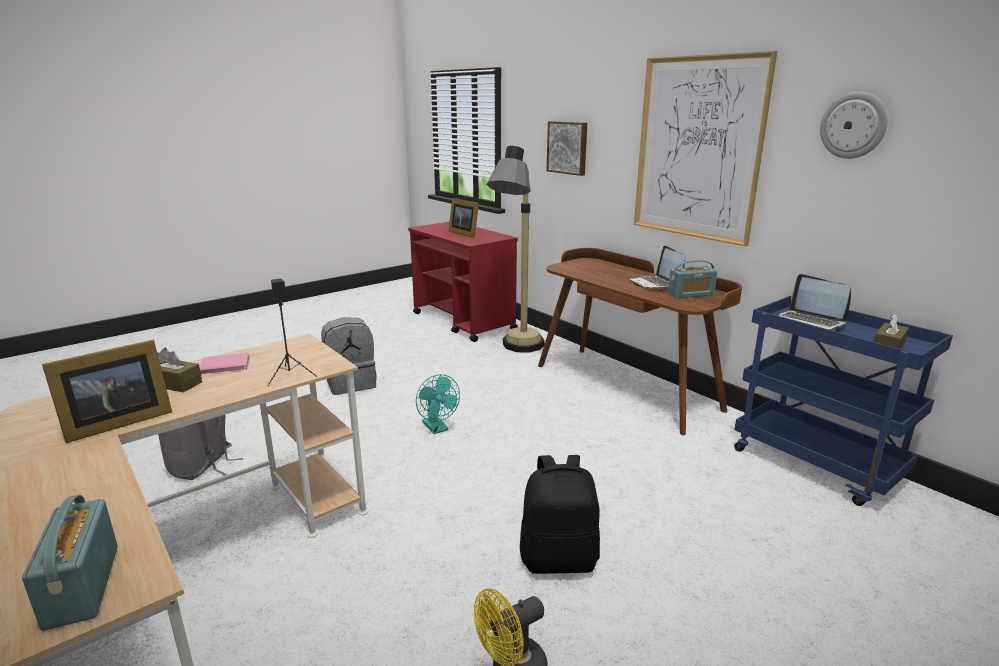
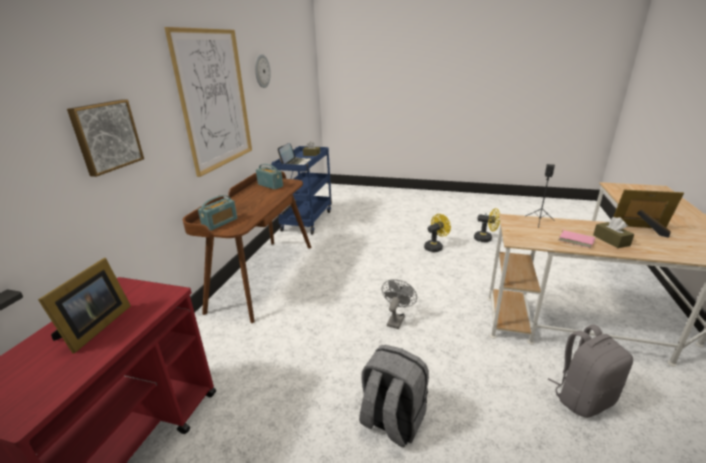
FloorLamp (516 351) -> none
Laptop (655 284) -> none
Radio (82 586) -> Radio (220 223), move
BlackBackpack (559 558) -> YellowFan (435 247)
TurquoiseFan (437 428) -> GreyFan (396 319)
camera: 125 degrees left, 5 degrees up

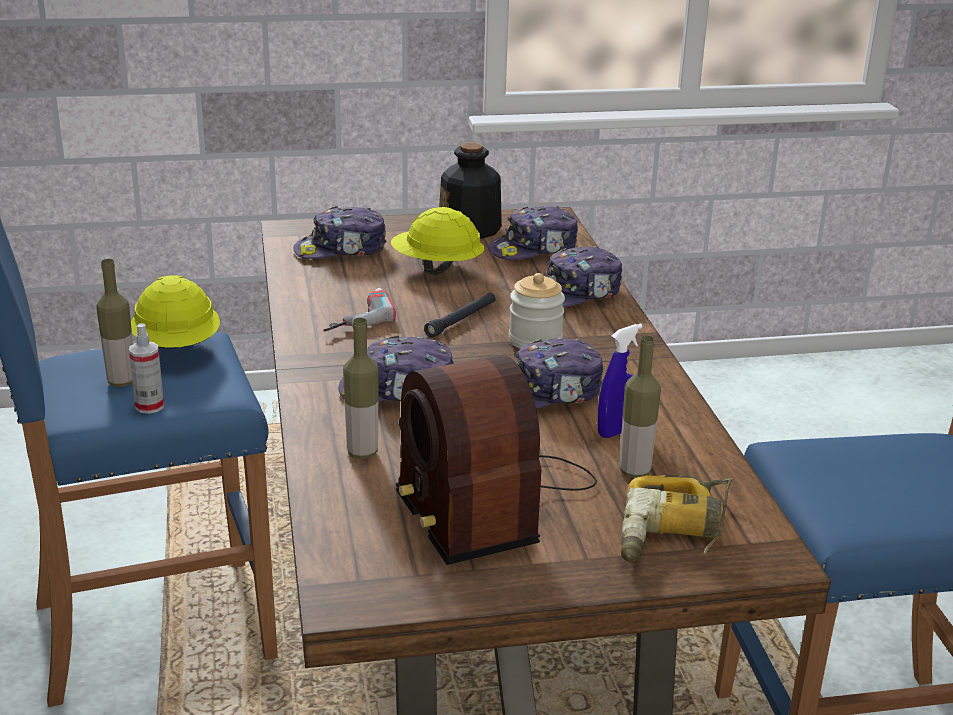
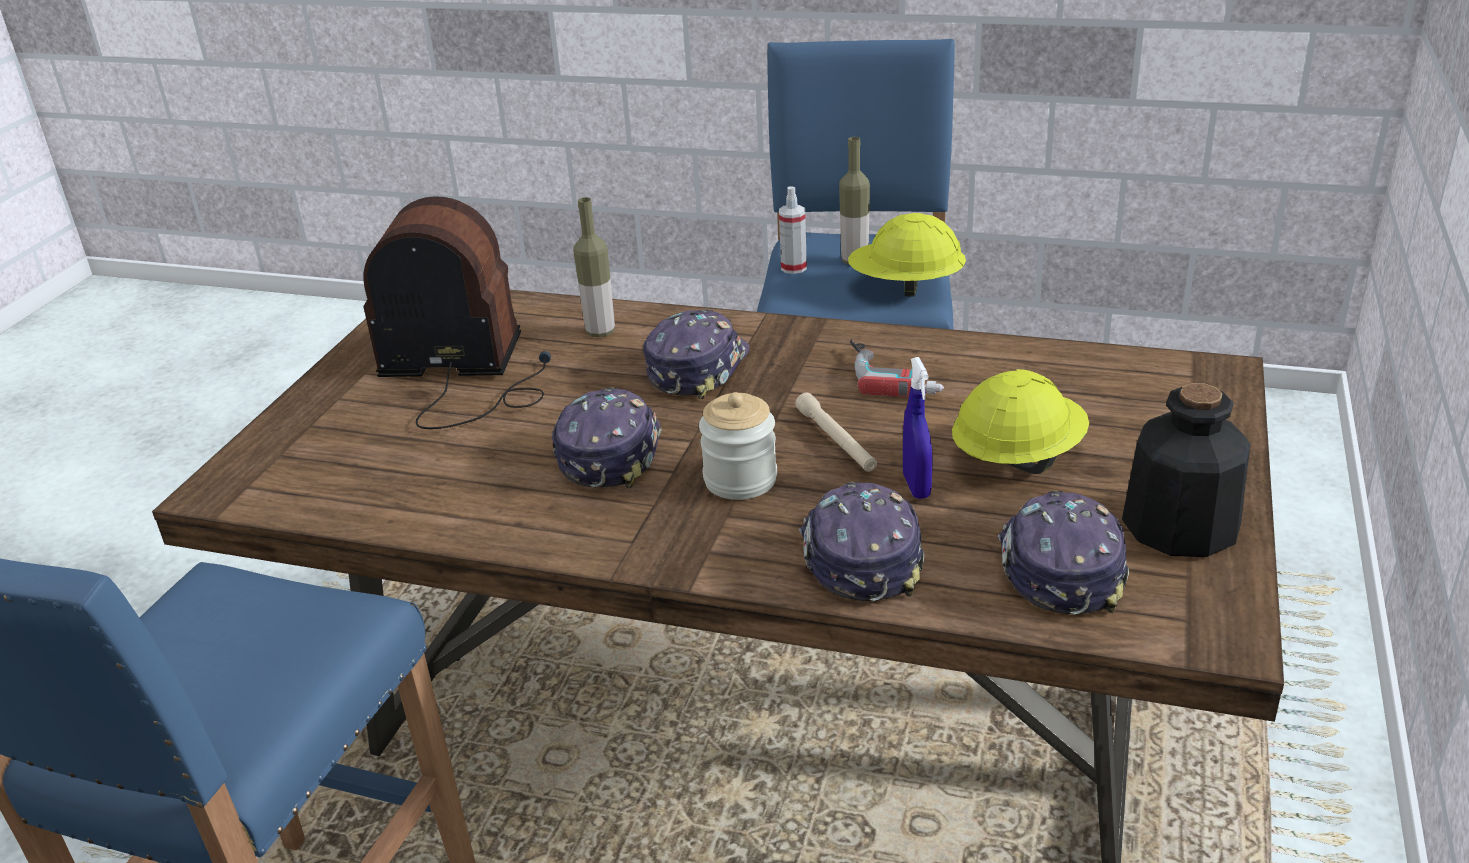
Cap (341 250) -> none
Bottle (634 471) -> none
PowerDrill (674 533) -> none
BlueSprayBottle (617 431) -> BlueSprayBottle (916 486), move
BlackFlashlight (461 320) -> BeigeFlashlight (836 441)
camera: 120 degrees right, 5 degrees up

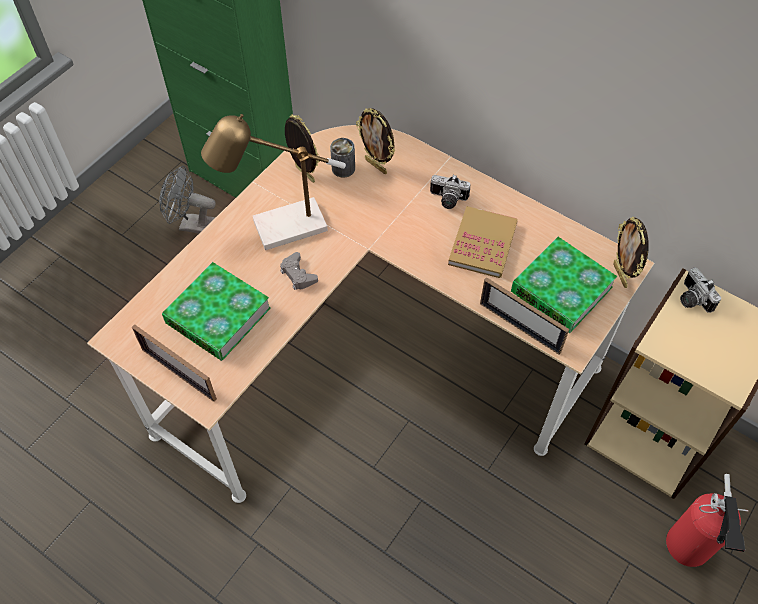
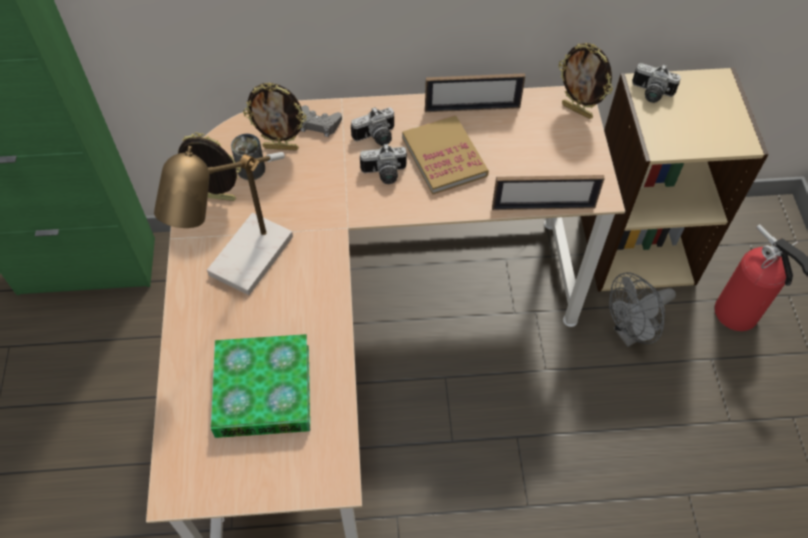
Book (561 289) -> none
none -> PhotoCamera (384 174)
PictureFrame (178 374) -> PictureFrame (472 108), move
GreyFan (191 225) -> GreyFan (631 333), move
GreyGameController (298 274) -> GreyGameController (318 124), move
camera: 40 degrees left, 0 degrees up

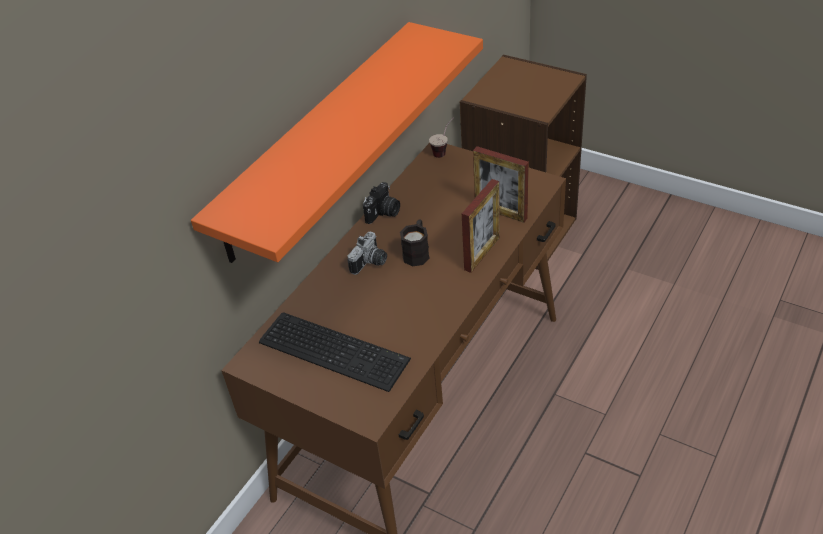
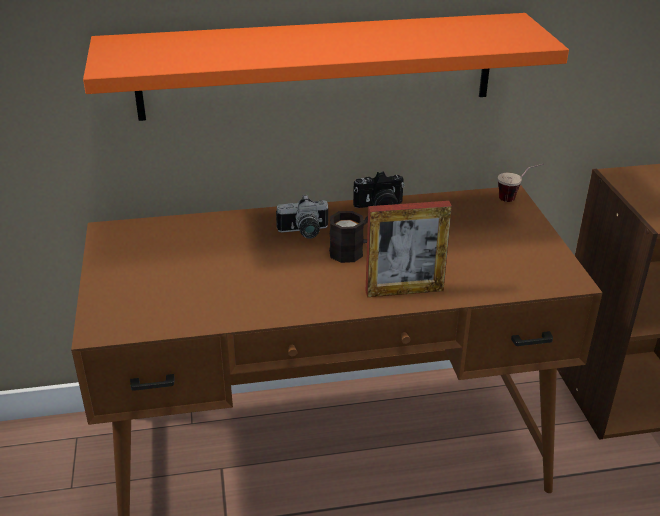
Keyboard (333 348) -> none
PictureFrame (501 212) -> none
camera: 45 degrees right, 10 degrees down

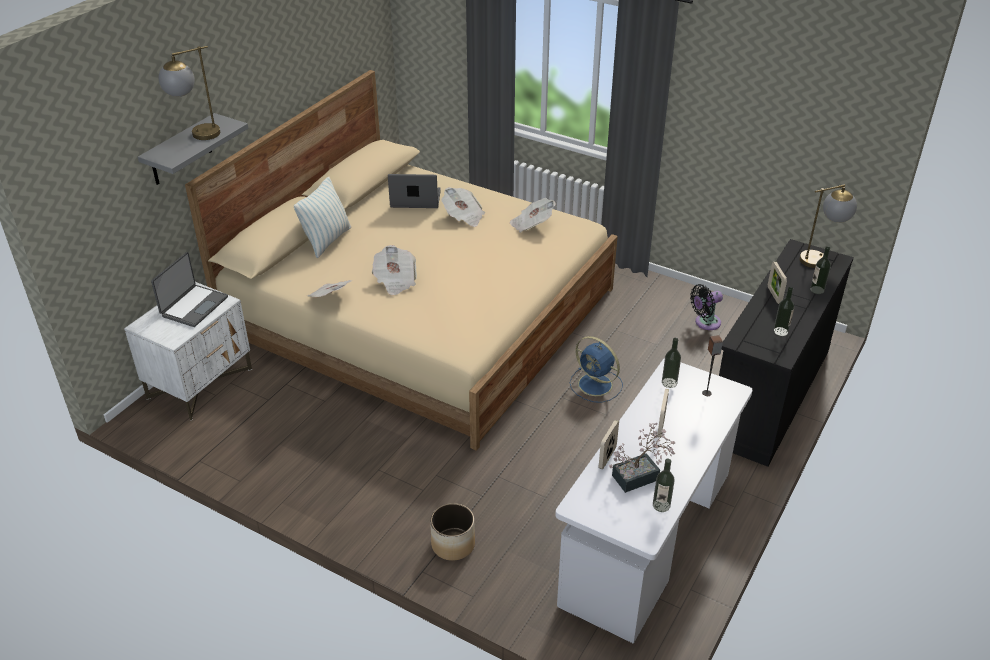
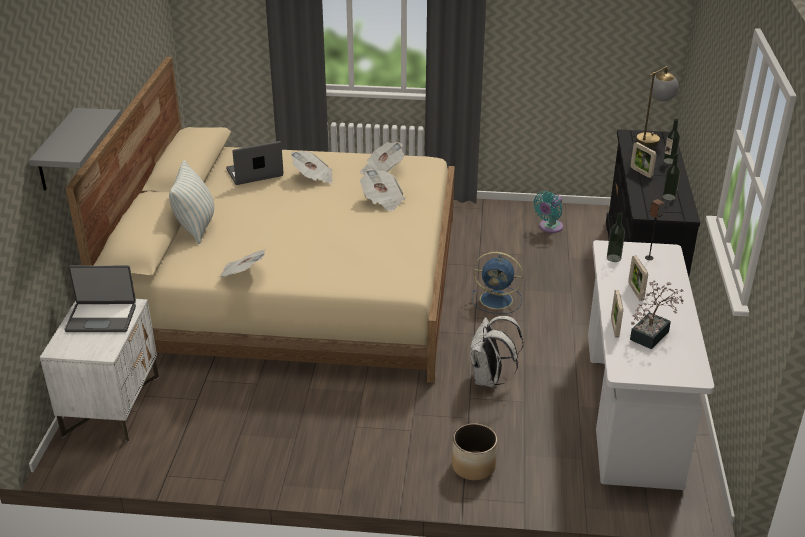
TableLamp (196 136) -> none
Bottle (661 505) -> none
none -> WhiteBackpack (489 379)
Newspaper (395 281) -> Newspaper (382 200), move
BlackFan (705 323) -> TurquoiseFan (549 227)
Laptop (193 306) -> Laptop (102 317), 90 degrees clockwise
camera: 25 degrees left, 5 degrees down

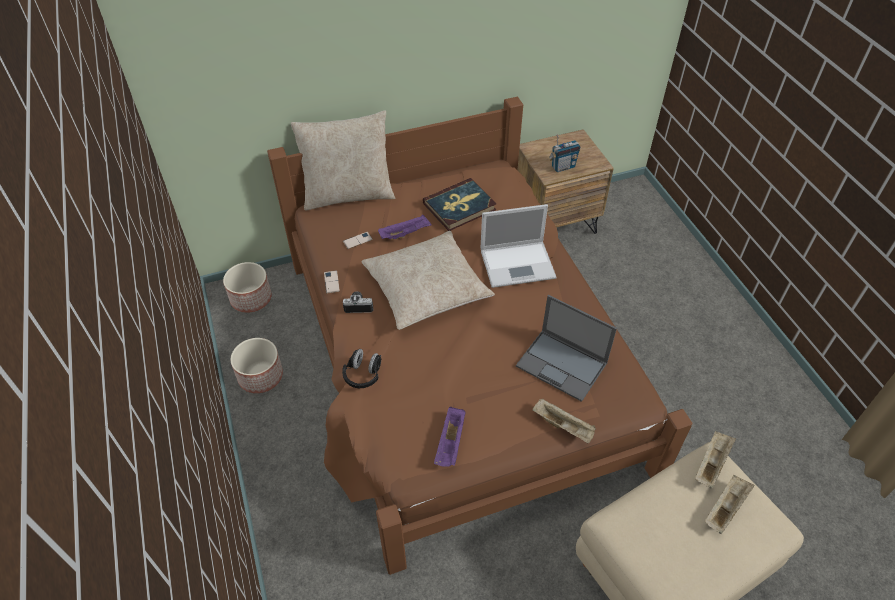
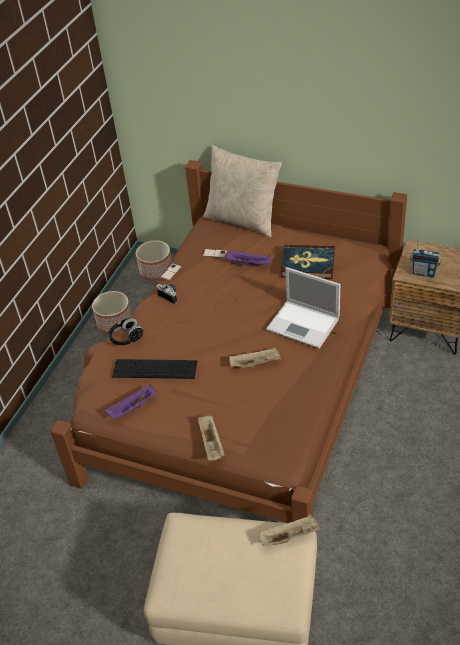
BeigePillow (426 288) -> none
Laptop (562 365) -> none
none -> Keyboard (155 369)
BeigeTray (725 508) -> BeigeTray (255 363), move
camera: 45 degrees right, 5 degrees down

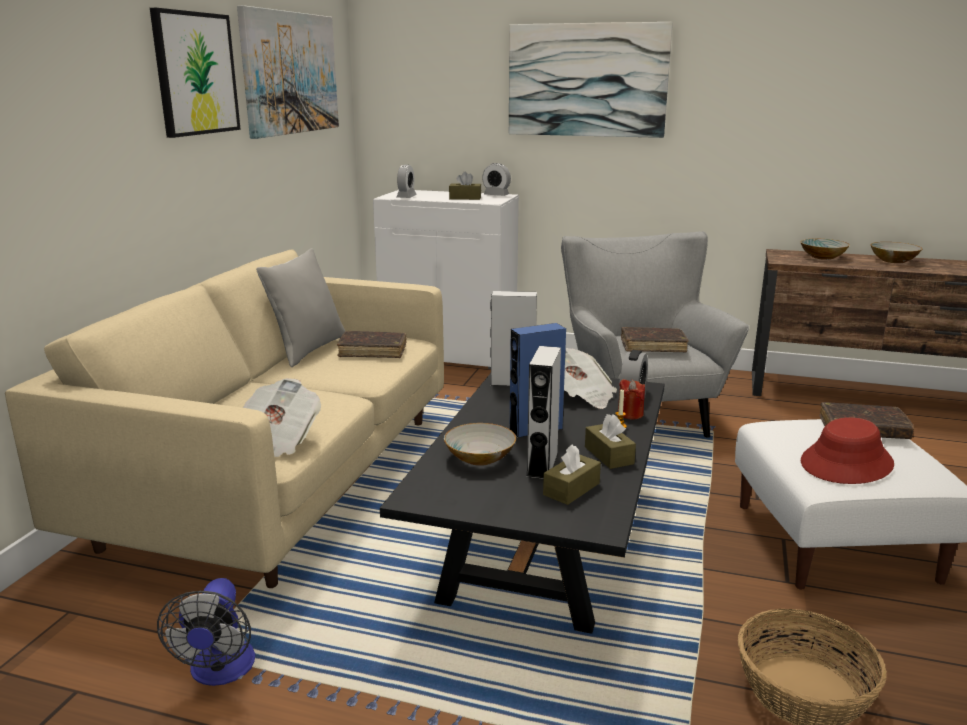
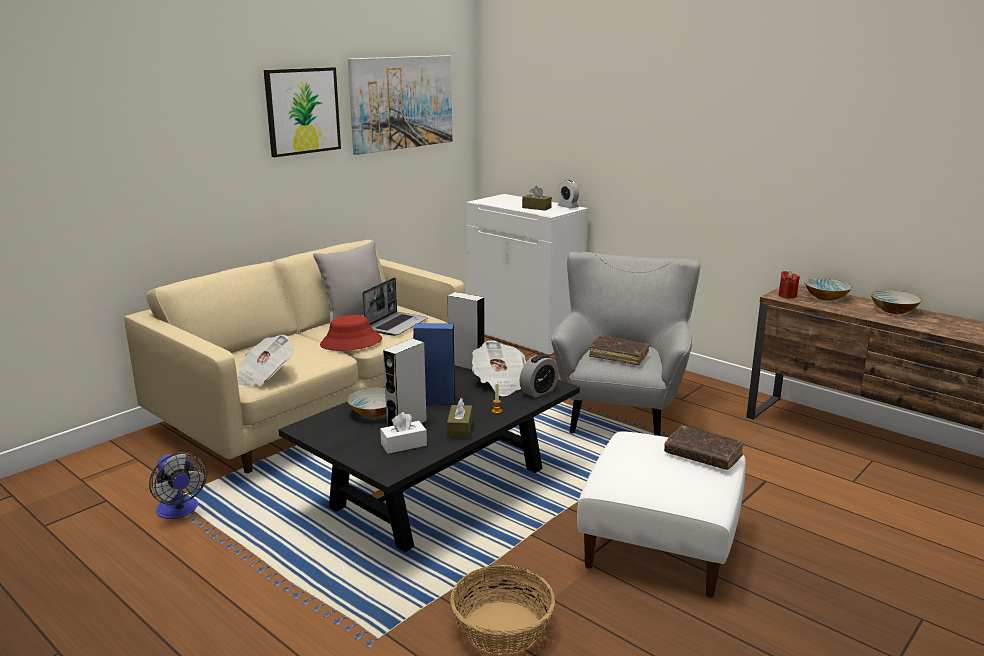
AlarmClock (406 197) -> none
Picture (587 80) -> none
RedCandle (630 414) -> RedCandle (787 296), move
RedHat (846 464) -> RedHat (351 342), move
BrownBook (373 351) -> Laptop (396 325)
BrownTissueBox (571 489) -> WhiteTissueBox (404 445)
Fan (220 671) -> Fan (179 511), 60 degrees counterclockwise
camera: 25 degrees right, 0 degrees up

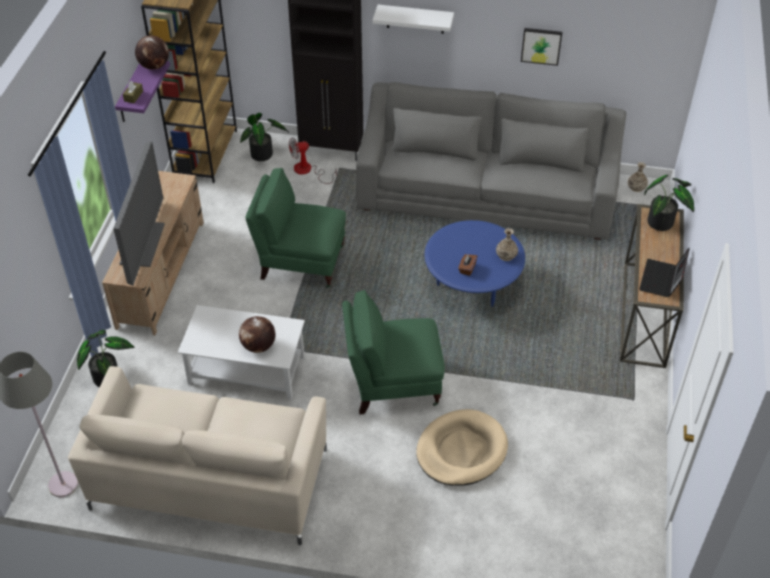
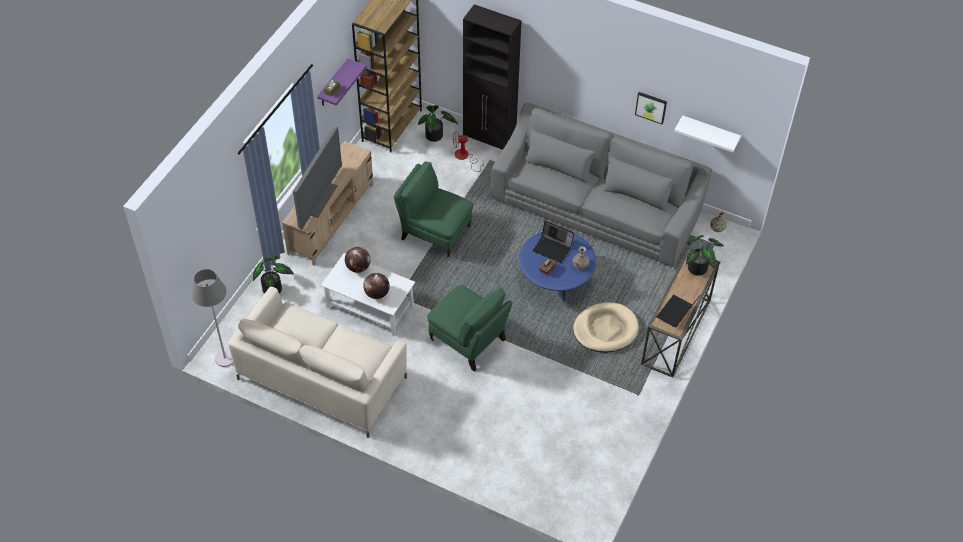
none -> Laptop (553 248)
Globe (154 66) -> Globe (358 267), move
WhiteShelf (415 19) -> WhiteShelf (710 132), move
BeigeDogBed (461 450) -> BeigeDogBed (605 329), move
GreenArmchair (392 383) -> GreenArmchair (469 341), 150 degrees counterclockwise
camera: 15 degrees right, 5 degrees up

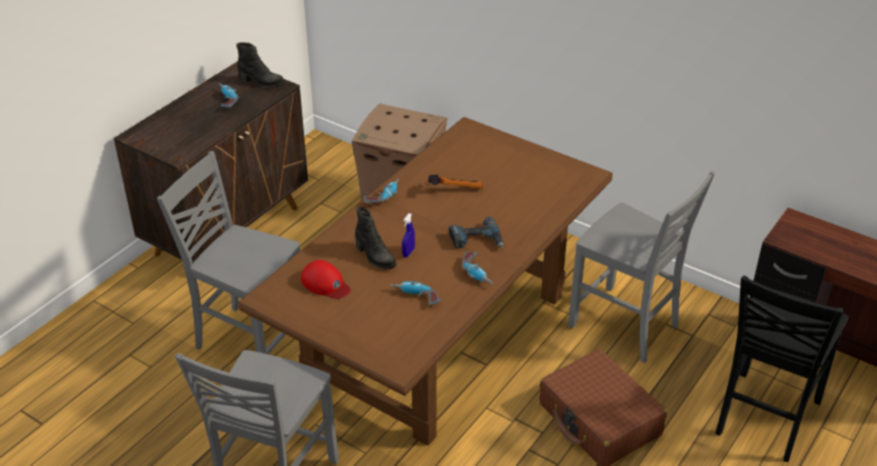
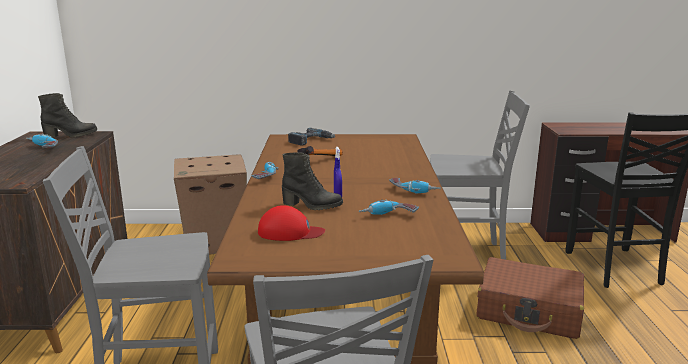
PowerDrill (476 240) -> PowerDrill (311 141), move
camera: 35 degrees left, 20 degrees down

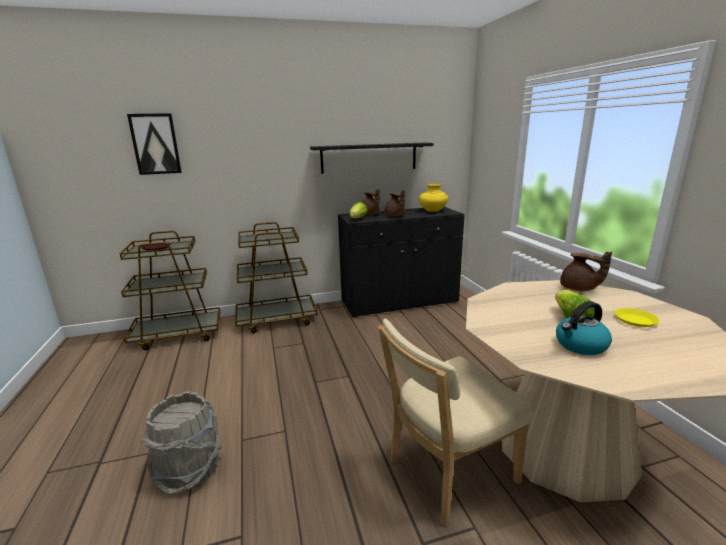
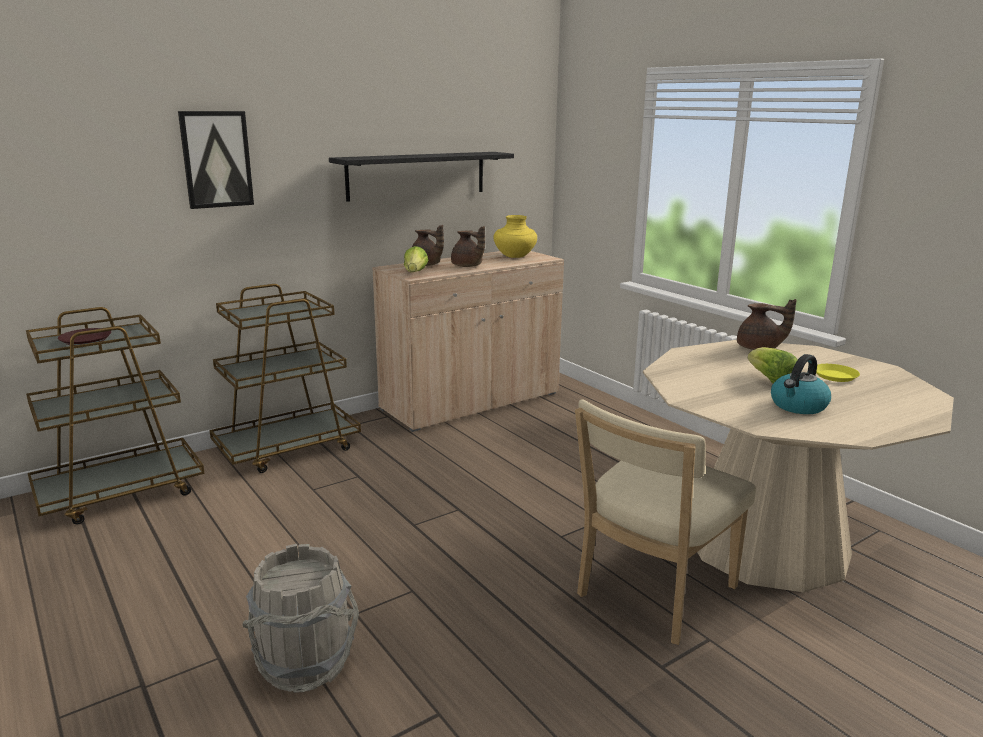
Picture (155 144) -> Picture (216 159), move
BlackCabinet (399 302) -> BeigeCabinet (471 401)
camera: 20 degrees left, 0 degrees up

